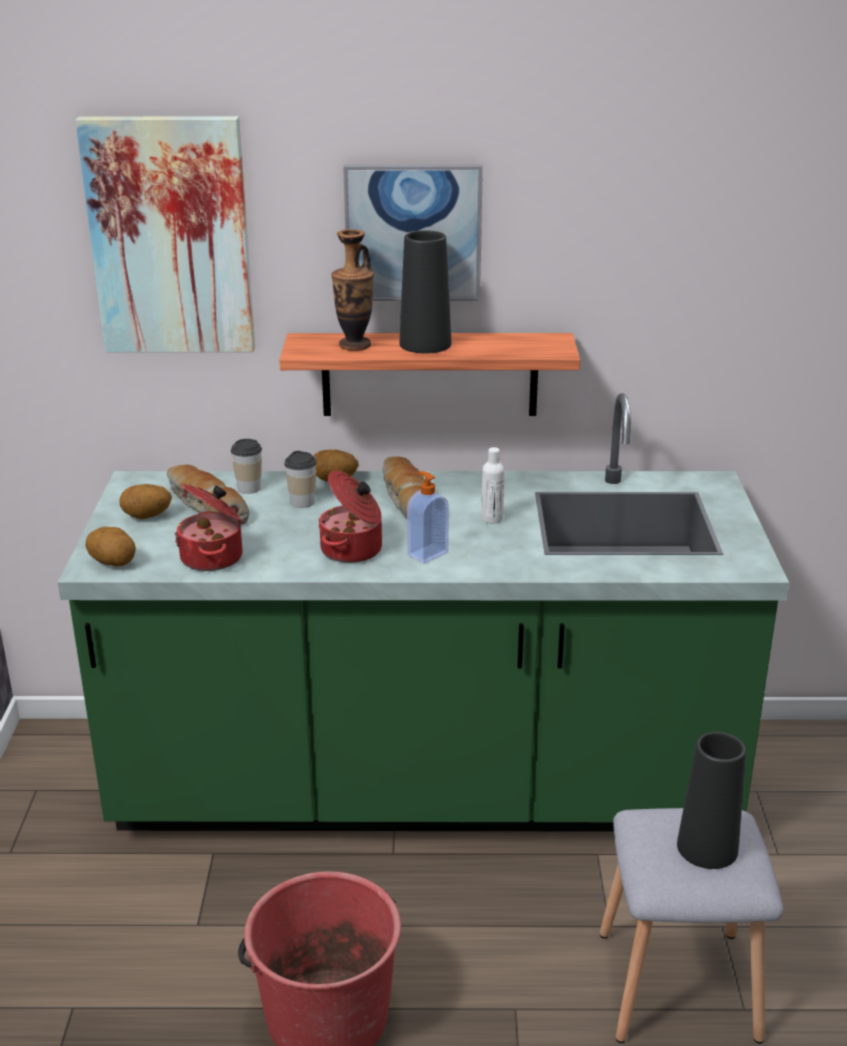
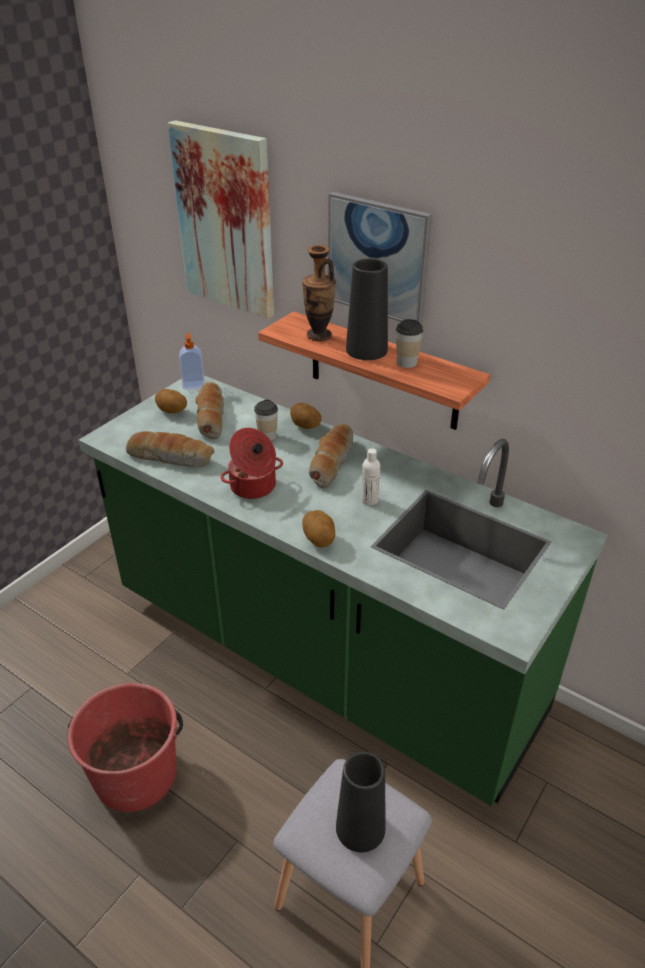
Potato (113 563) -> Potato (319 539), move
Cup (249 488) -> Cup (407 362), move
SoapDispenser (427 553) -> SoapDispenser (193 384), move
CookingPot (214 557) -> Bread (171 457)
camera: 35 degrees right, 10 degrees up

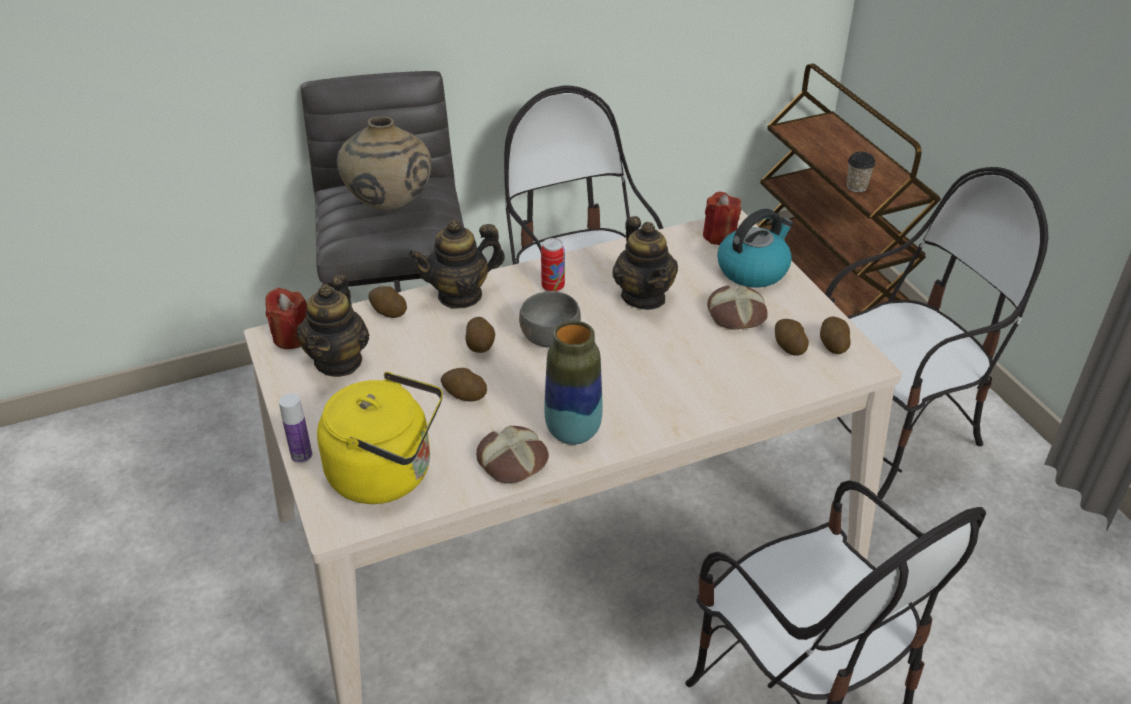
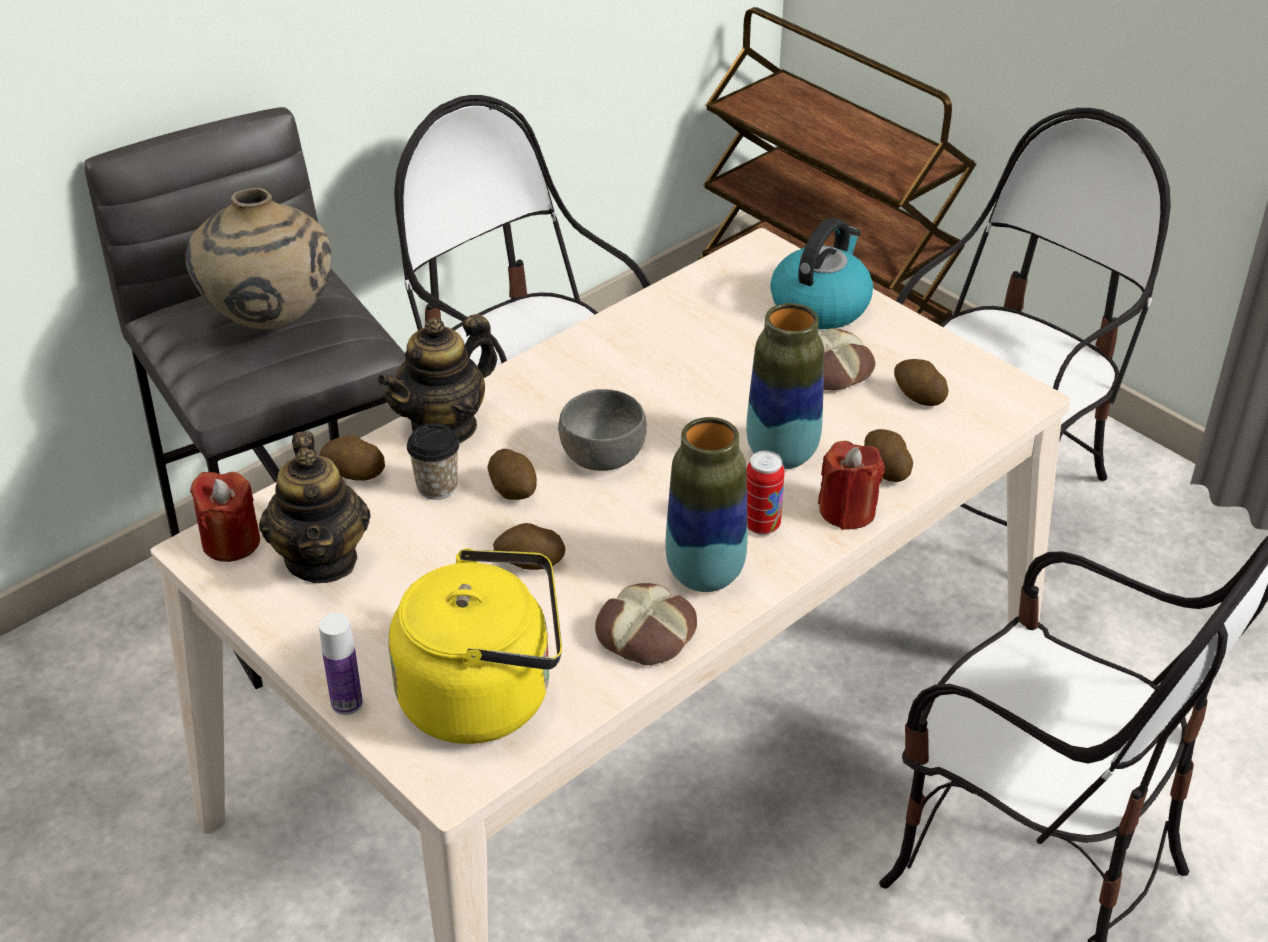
Teapot (644 296) -> none
none -> Vase (782 454)
Can (553 287) -> Can (762 525), move
RedCandle (719 236) -> RedCandle (847 511), move
Potato (833 345) -> Potato (885 469), move
Cup (856 186) -> Cup (437 487), move
camera: 20 degrees left, 0 degrees up

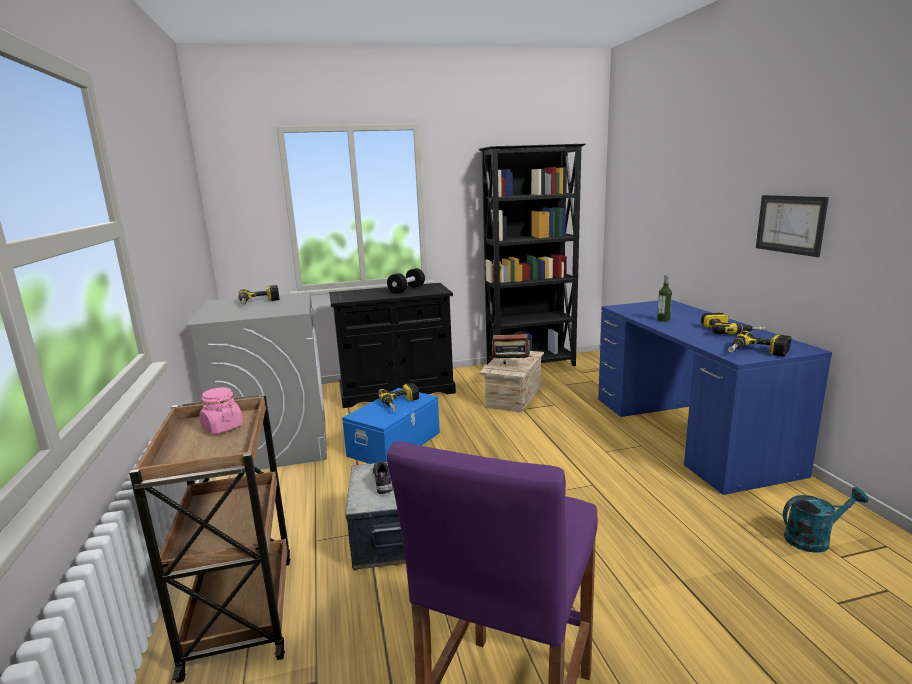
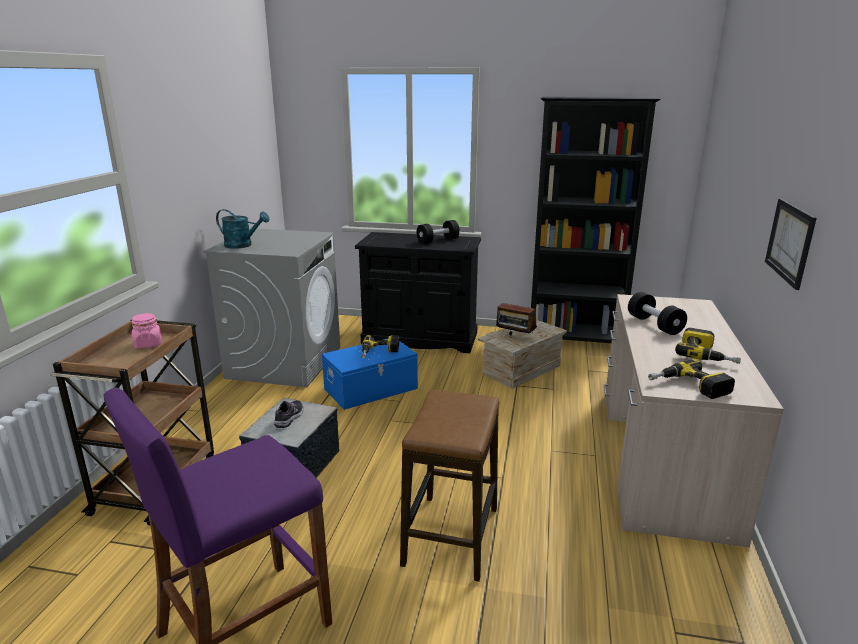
PowerDrill (259 302) -> none
none -> Stool (451 537)
TurquoiseWateringCan (813 539) -> TurquoiseWateringCan (243 245), move
Bottle (663 320) -> BlackDumbbell (654 325)
BlueDesk (687 433) -> BeigeDesk (662 457)
camera: 25 degrees right, 5 degrees up

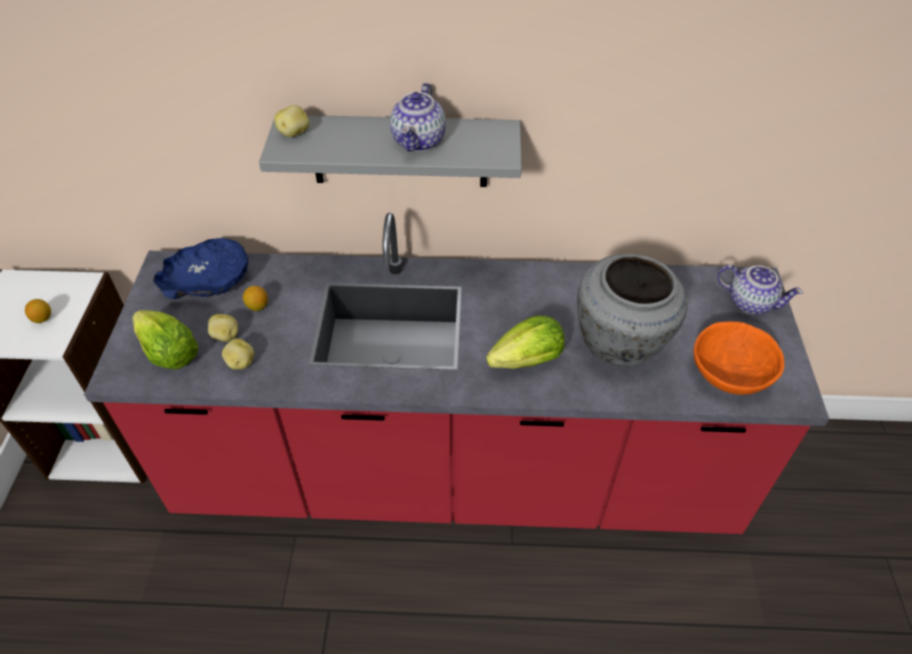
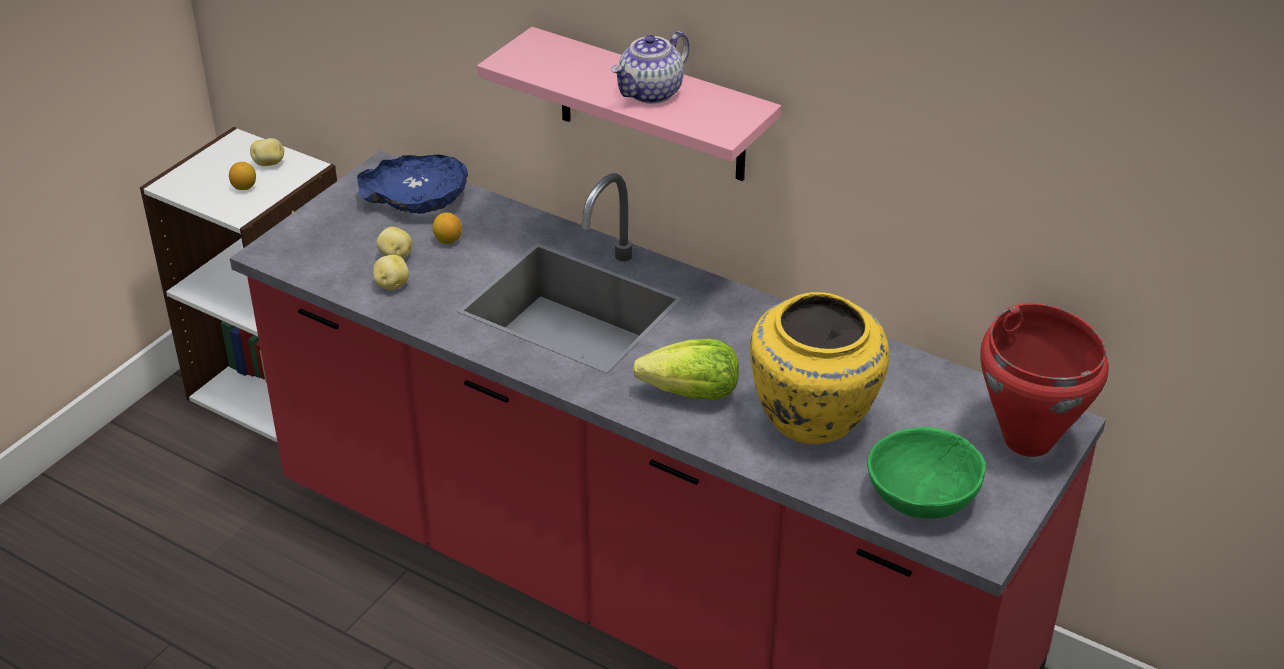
Lettuce (169 354) -> none
Potato (294 133) -> Potato (269 163), move
Teapot (751 302) -> RedCookingPot (1028 440)
GreyShelf (399 151) -> PinkShelf (652 106)
GreyVase (620 347) -> YellowVase (812 422)
OrangeBowl (731 374) -> GreenBowl (922 497)
camera: 30 degrees right, 10 degrees down

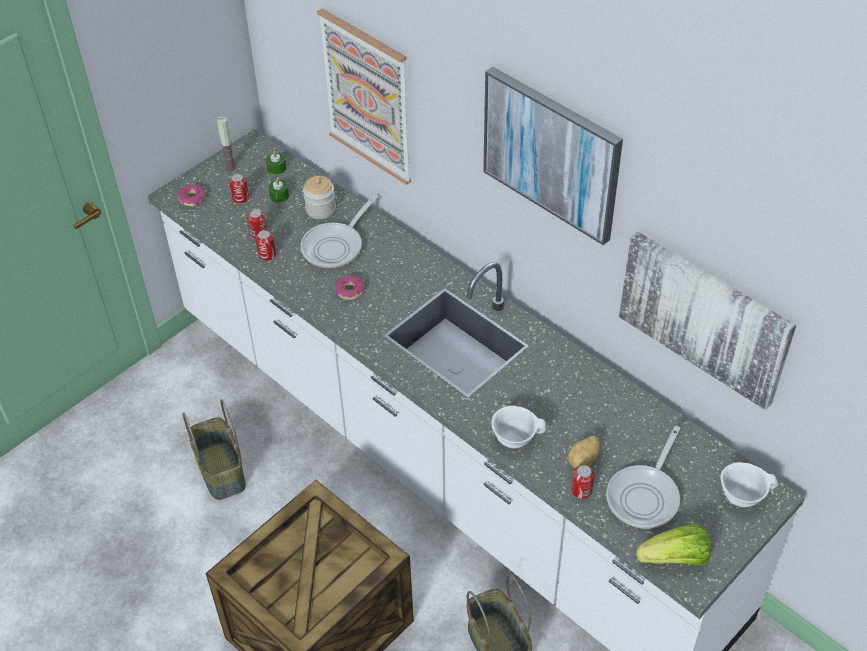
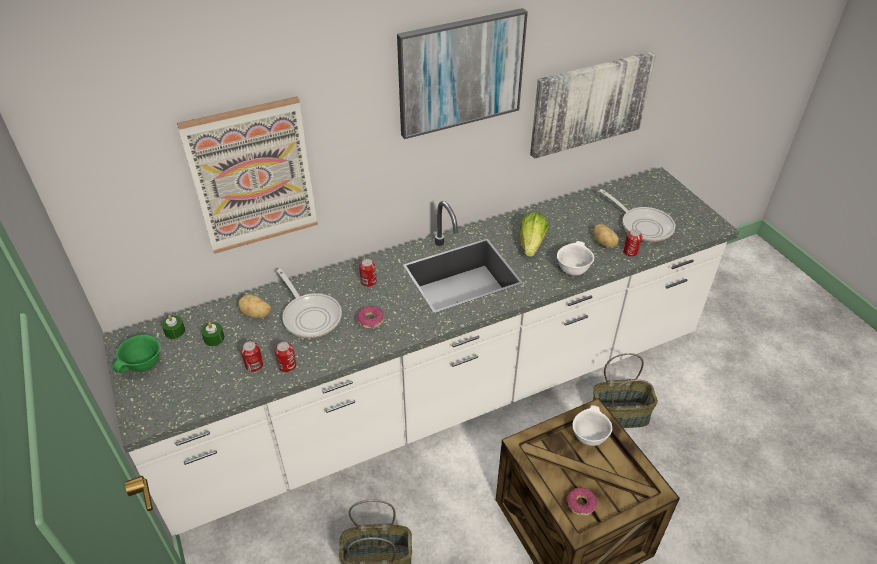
Donut (192 199) -> Donut (581 504), move
Can (240 198) -> Can (368 282), move
Lettuce (675 559) -> Lettuce (531 244), move
WhiteBowl (741 496) -> WhiteBowl (588 436), move
Candle (230 168) -> GreenBowl (143 366)
Jar (320 209) -> Potato (256 314)
camera: 70 degrees left, 5 degrees down

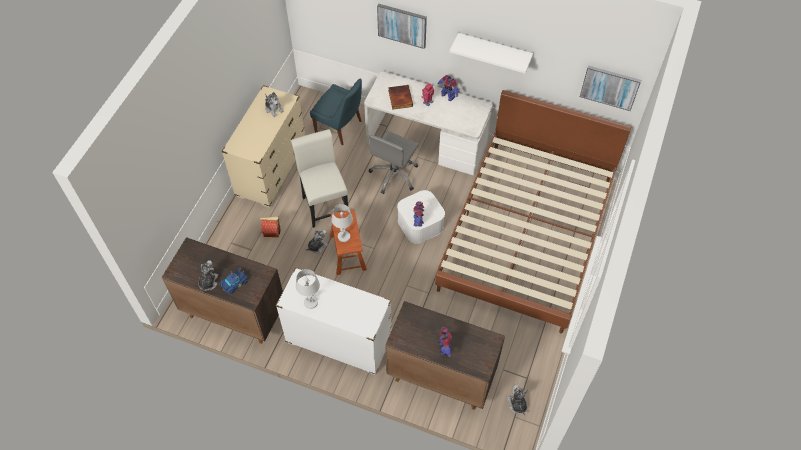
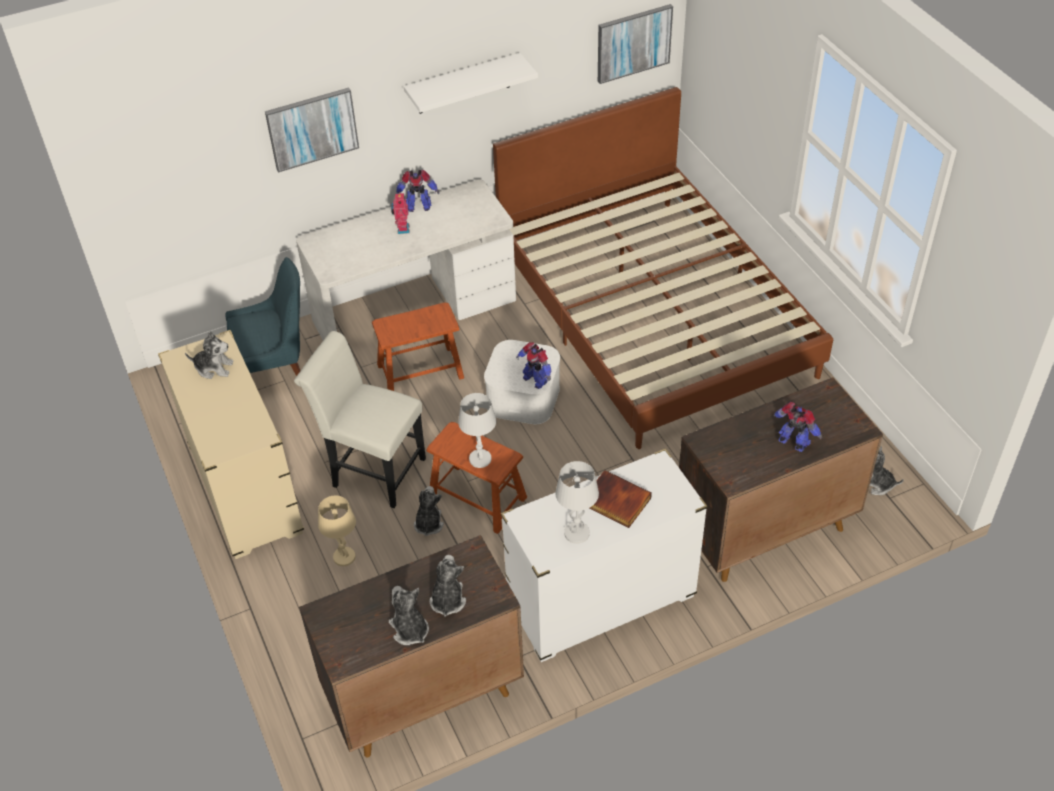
Book (399 98) -> Book (615 502), move
BlueToyCar (234 283) -> PlushToy (447 600)
ToyHouse (272 231) -> BeigeTableLamp (344 557)
GreyOfficeChair (394 175) -> BrownStool (420 371)
camera: 45 degrees left, 10 degrees down

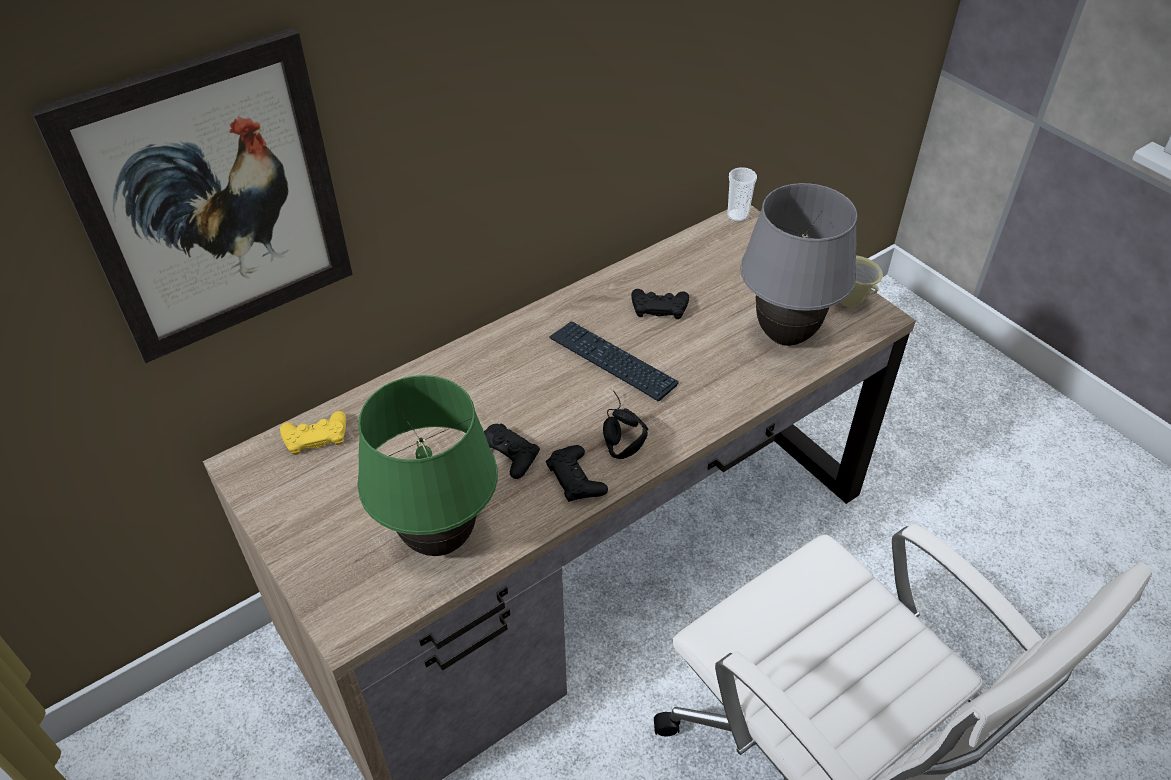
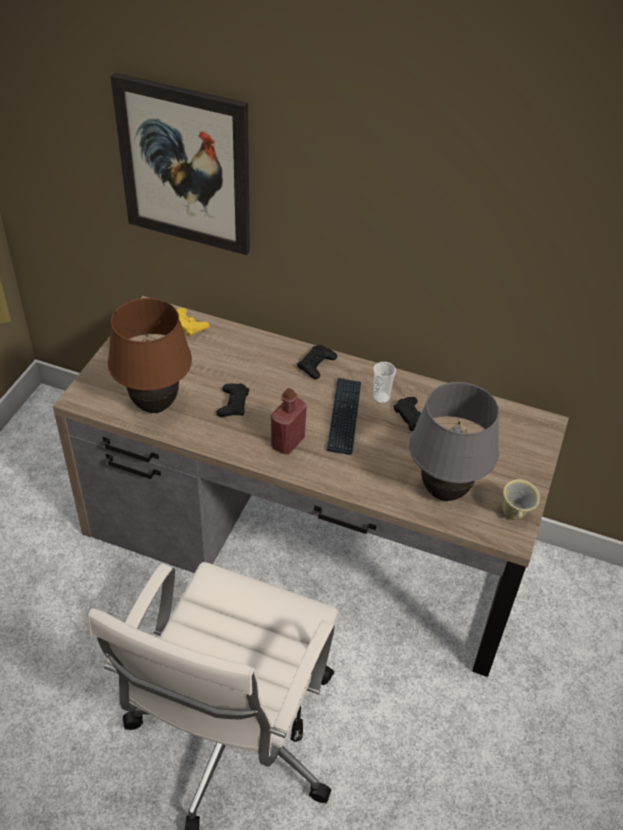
BlackGameController (576 478) -> BlackGameController (316 365), move
Cup (737 215) -> Cup (381 398), move
BlackHeadphones (615 431) -> RedBottle (287 442)
GreenTableLamp (439 540) -> BrownTableLamp (154 405)
camera: 55 degrees right, 0 degrees up

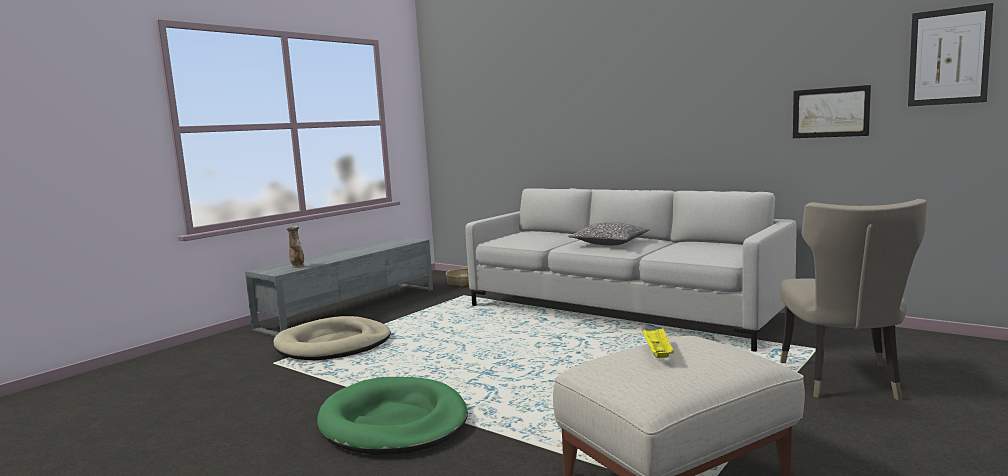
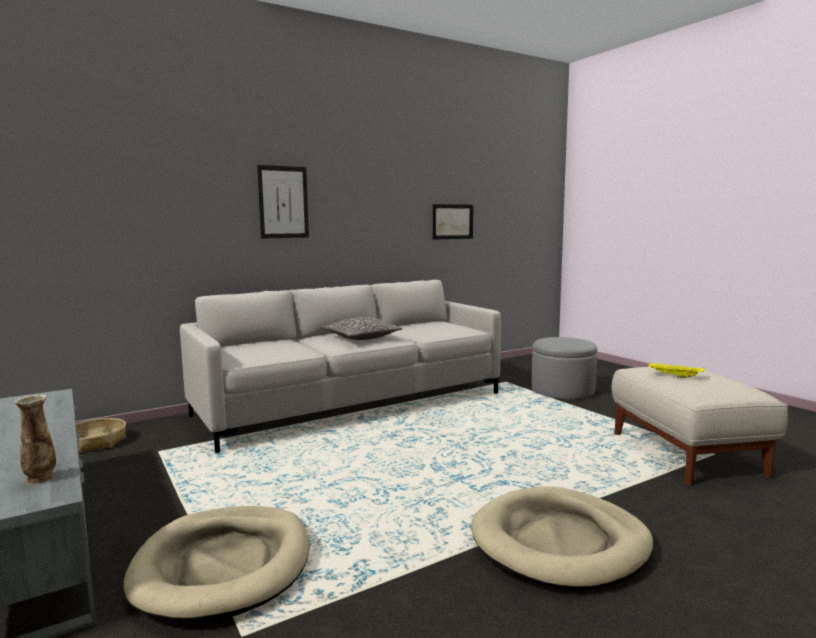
Picture (948 56) -> Picture (283 202), move
BeigeChair (843 382) -> GreyOttoman (562 390)
GreenDogBed (394 422) -> BeigeDogBed (560 543)
camera: 70 degrees left, 0 degrees up

